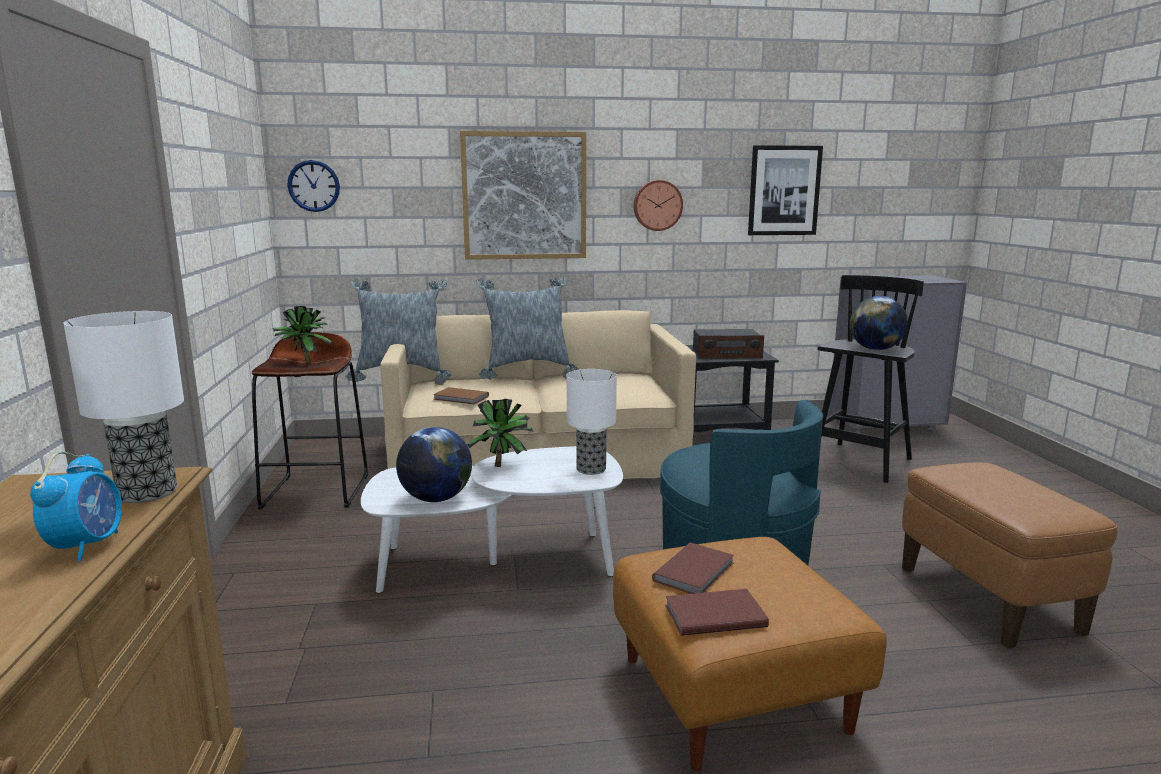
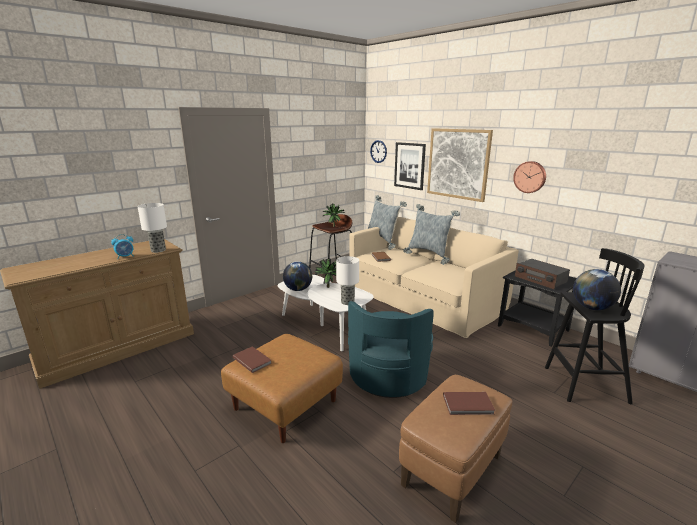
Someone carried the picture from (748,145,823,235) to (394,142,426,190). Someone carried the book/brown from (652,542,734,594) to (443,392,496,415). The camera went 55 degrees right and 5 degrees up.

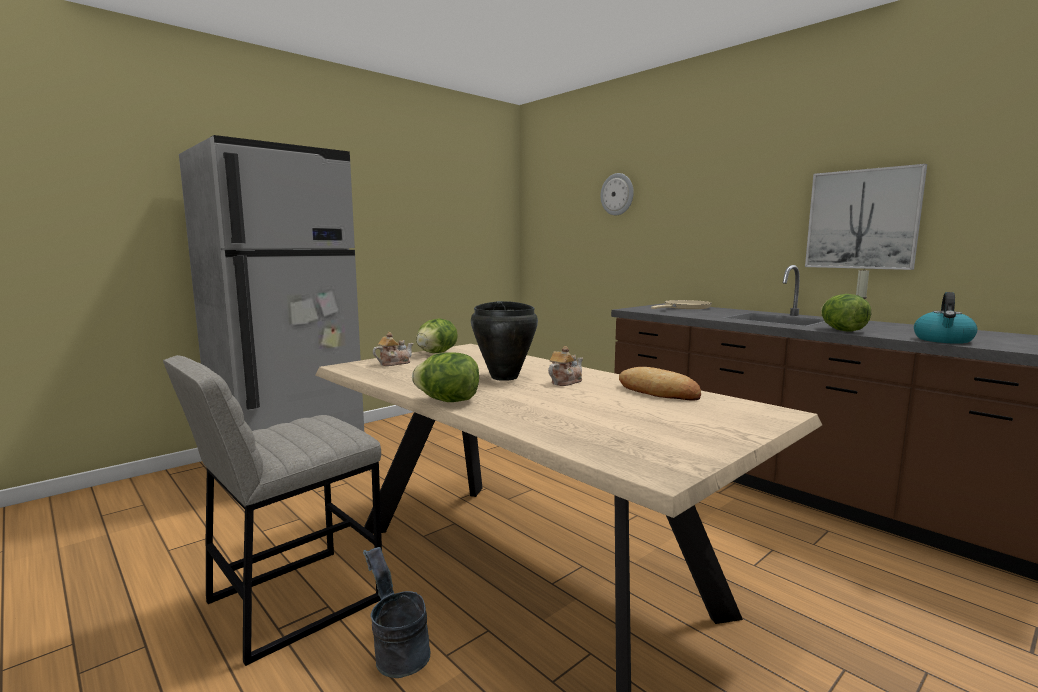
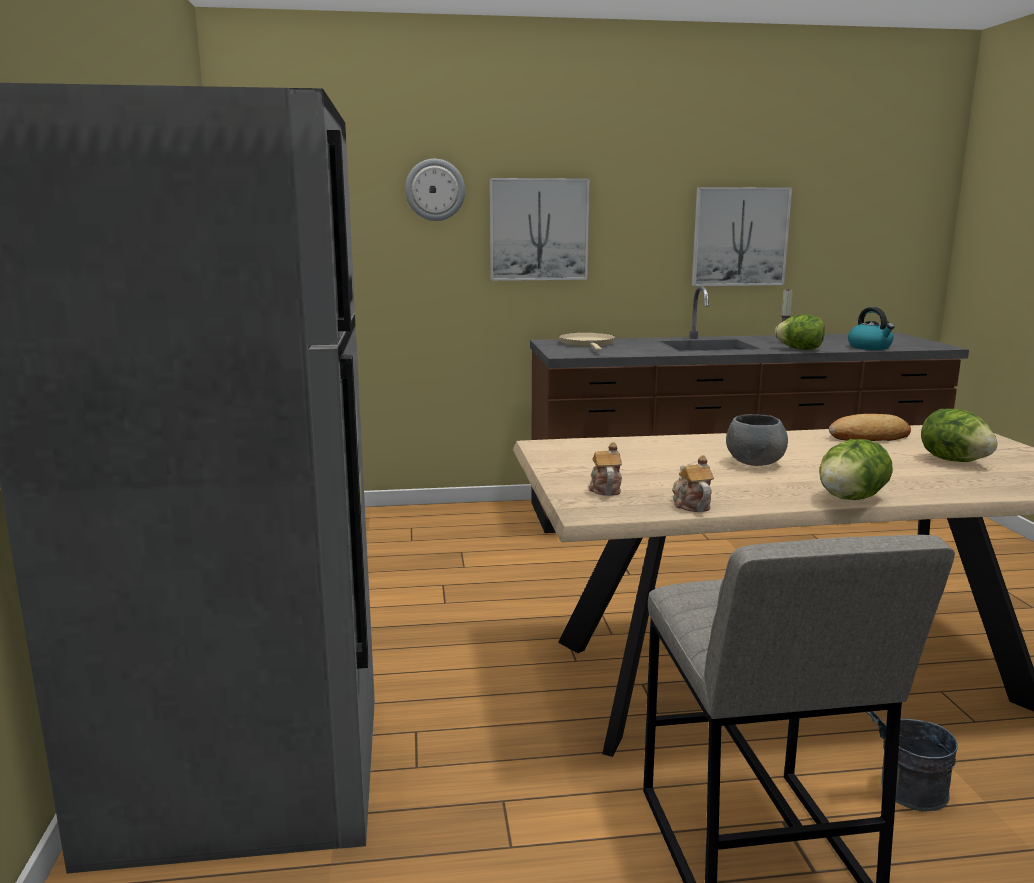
Someone swapped the cooking pot/black at (471,301,538,381) for the bowl/grey at (726,414,788,466). Someone carried the lettuce from (416,318,458,353) to (921,409,998,462). Someone carried the teapot from (548,346,583,386) to (672,455,714,512). Someone put up the picture at (490,178,590,281). The camera went 55 degrees left and 5 degrees up.

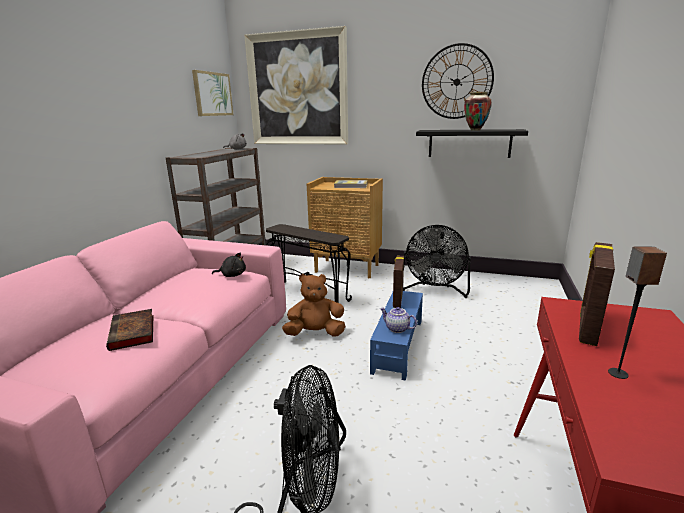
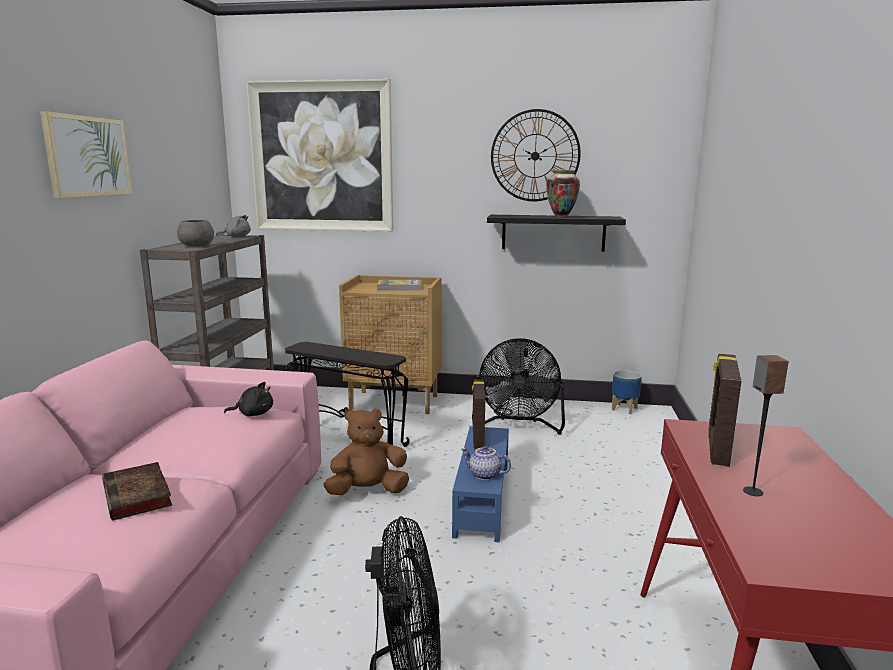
Someone carried the picture from (192,70,233,116) to (40,111,132,198). Someone put down the bowl/grey at (177,220,214,246). Someone put down the planter at (612,370,642,414). The camera went 10 degrees left and 5 degrees down.

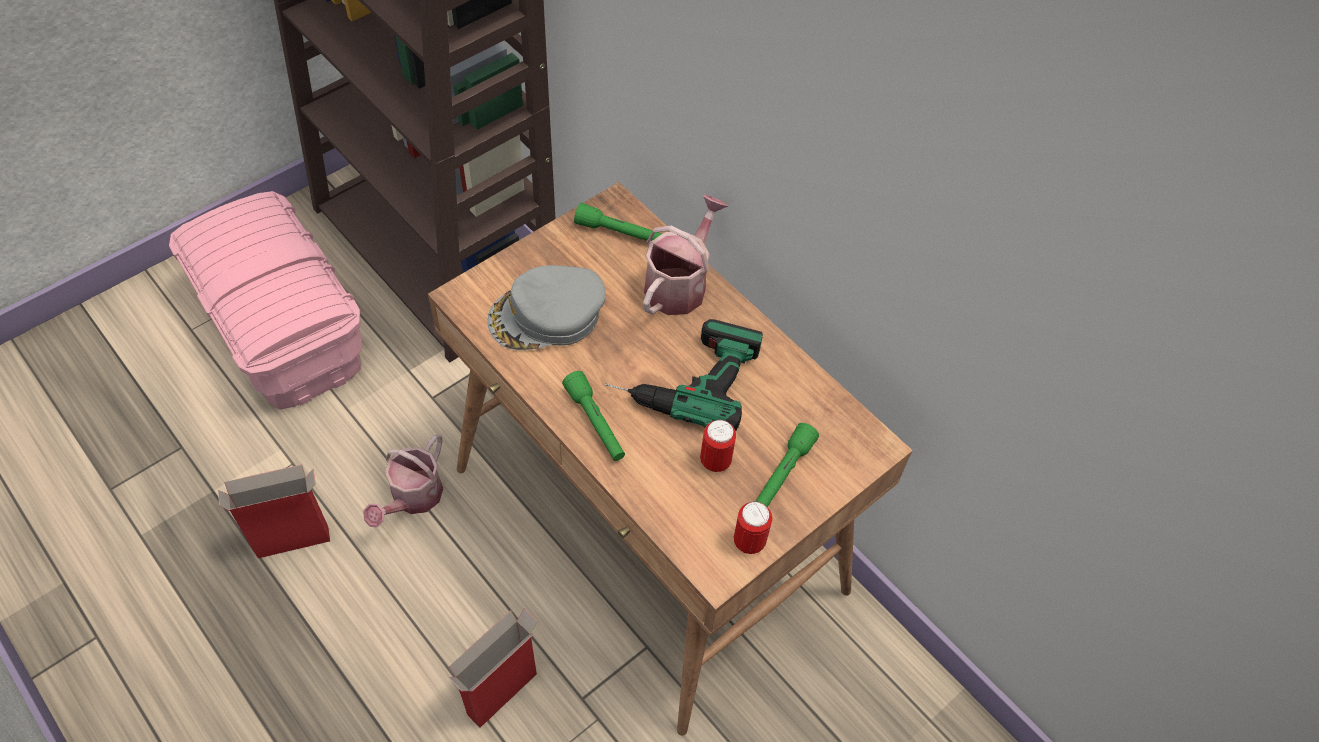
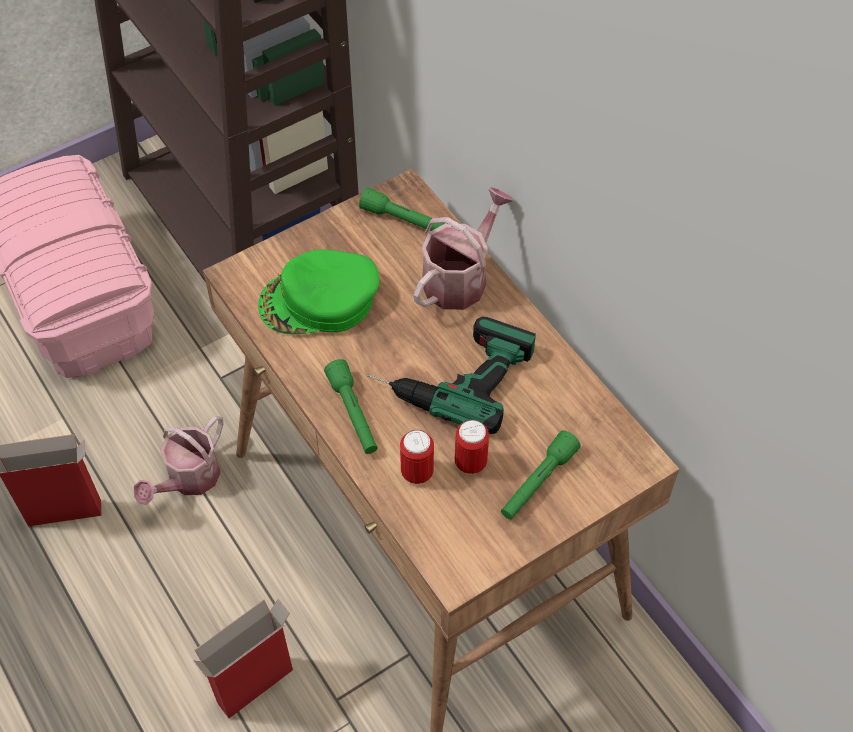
Someone repainted the cap/grey at (487,265,606,350), which became the cap/green at (258,250,379,334). Someone carried the can from (733,501,772,554) to (400,430,434,484). The camera went 10 degrees right and 0 degrees up.

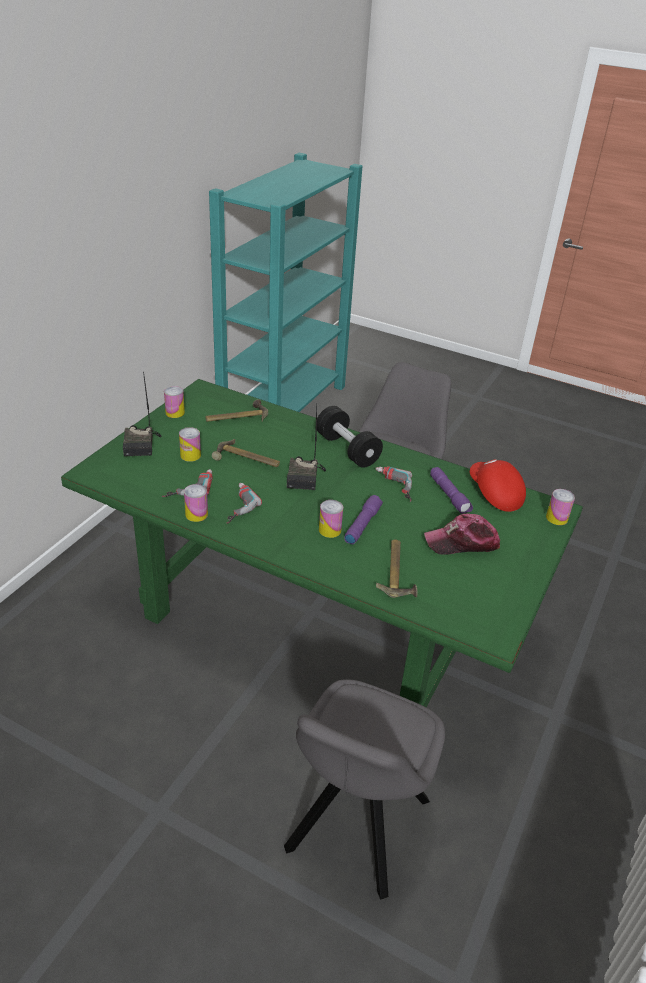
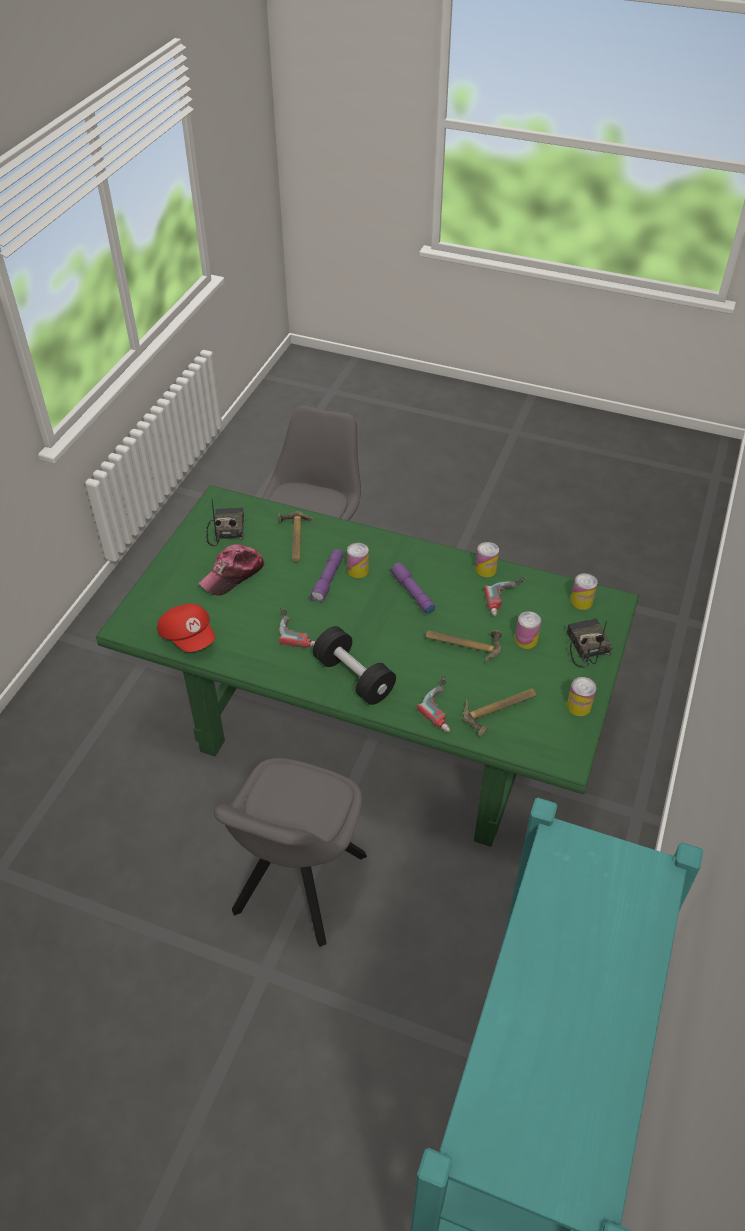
Someone carried the radio from (287,405,326,490) to (206,501,244,546). Someone carried the flashlight/purple from (430,467,473,514) to (390,562,435,614). Someone carried the power drill from (227,483,262,524) to (417,675,450,732). Someone carried the can from (546,489,575,525) to (571,573,597,610). Someone rotated the cap at (424,514,500,555) by 150 degrees clockwise. The camera went 175 degrees right and 10 degrees up.

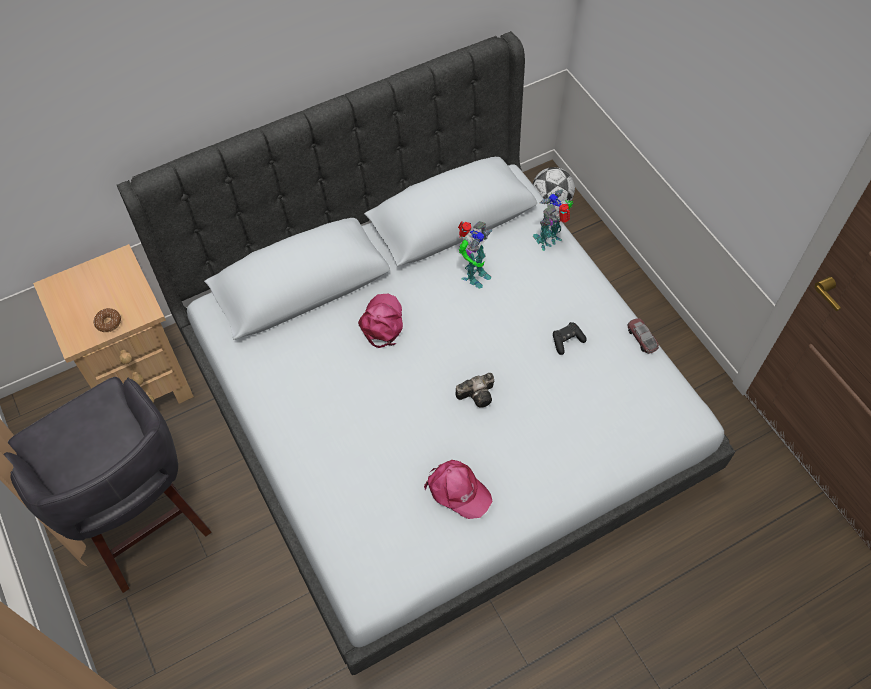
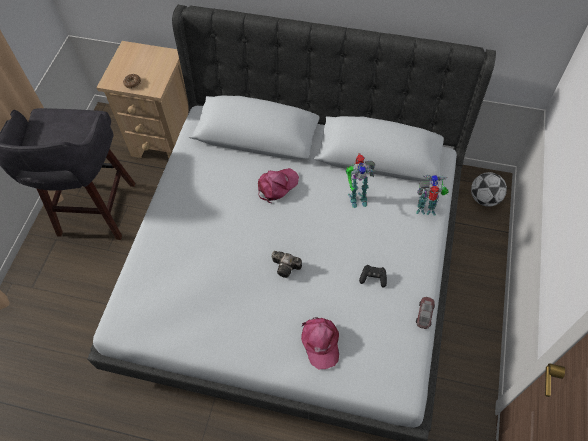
Someone carried the cap/pink from (424,460,492,519) to (301,317,339,369). The camera went 45 degrees right and 0 degrees up.

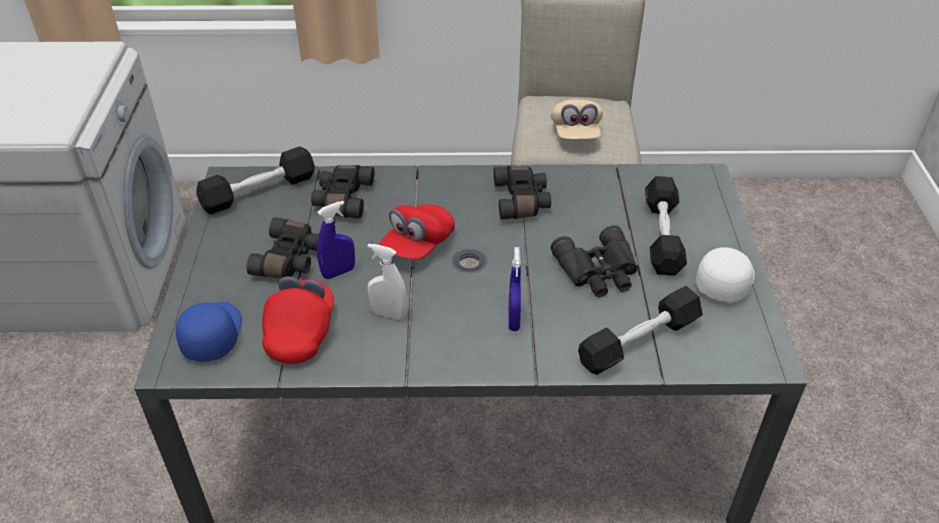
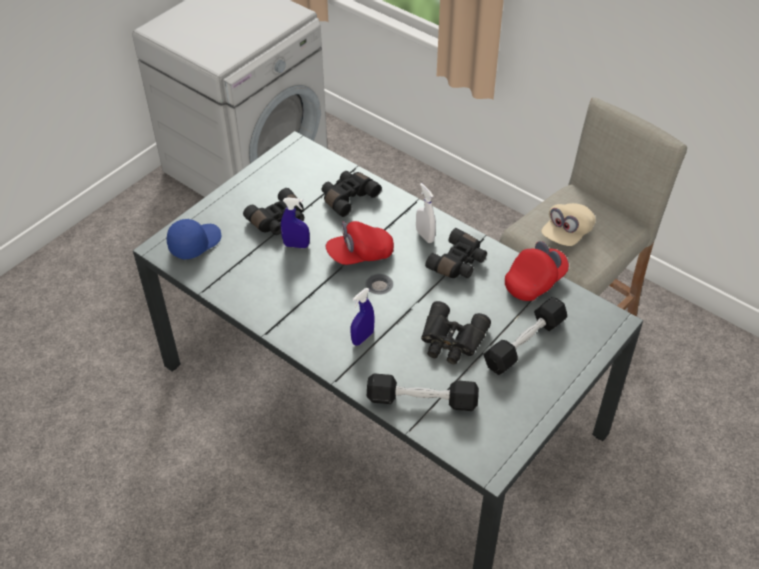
Someone took away the dumbbell/black at (196,146,315,214). Someone carried the spray bottle/white from (367,244,407,320) to (416,183,436,243). Someone took away the cap/white at (696,247,755,303). Someone carried the cap/red from (262,277,334,364) to (505,241,569,301). The camera went 40 degrees right and 5 degrees up.

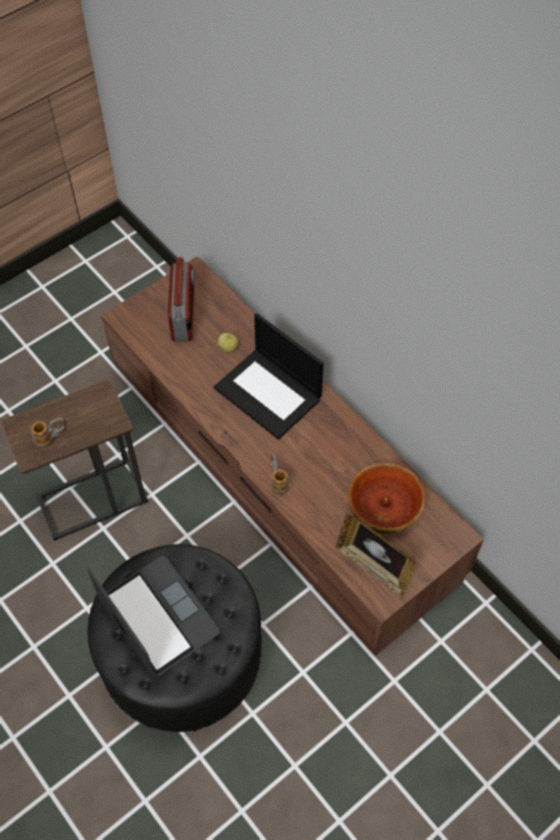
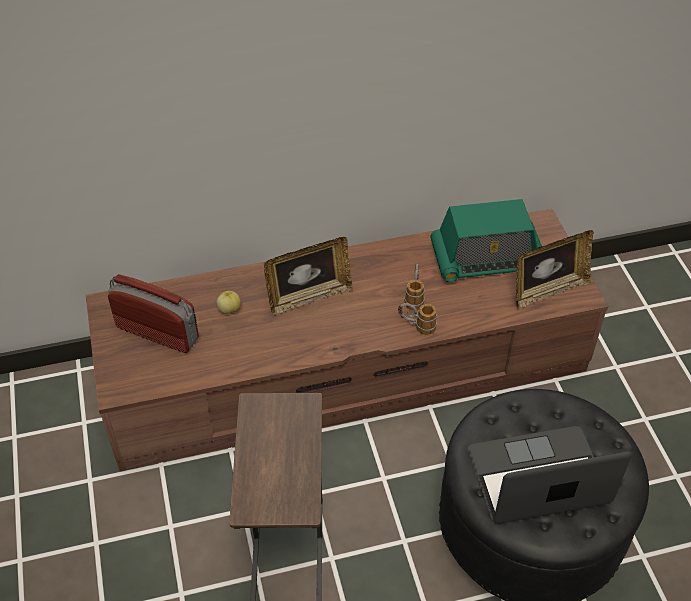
Someone swapped the laptop at (214,313,324,440) for the picture frame at (264,237,353,315). Someone carried the mug from (31,418,67,448) to (404,263,425,310). Someone swapped the bowl at (348,463,425,535) for the radio at (430,199,542,282). The camera went 65 degrees left and 10 degrees down.

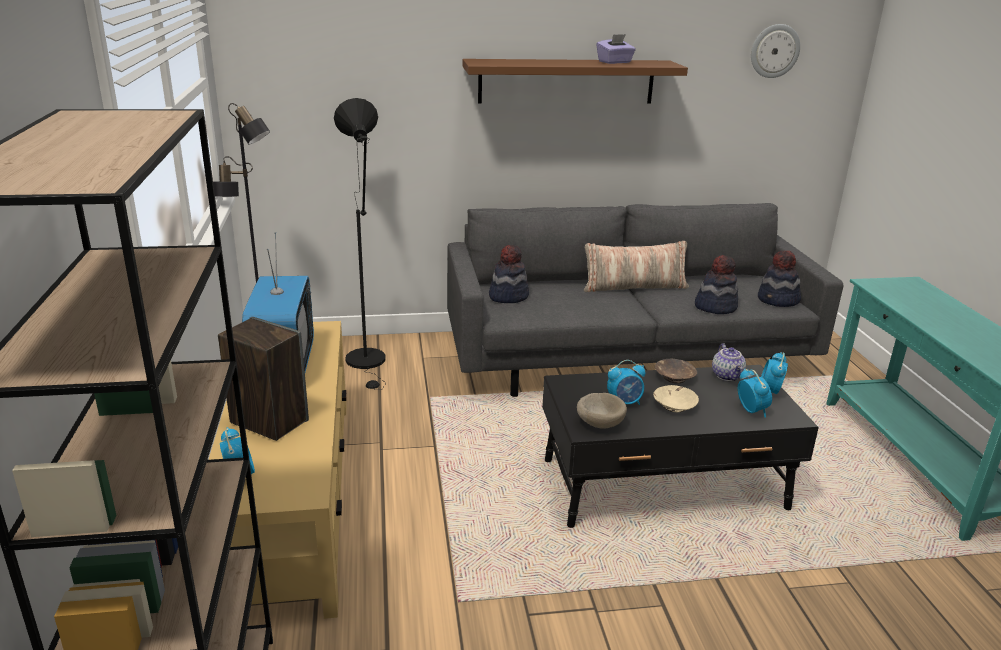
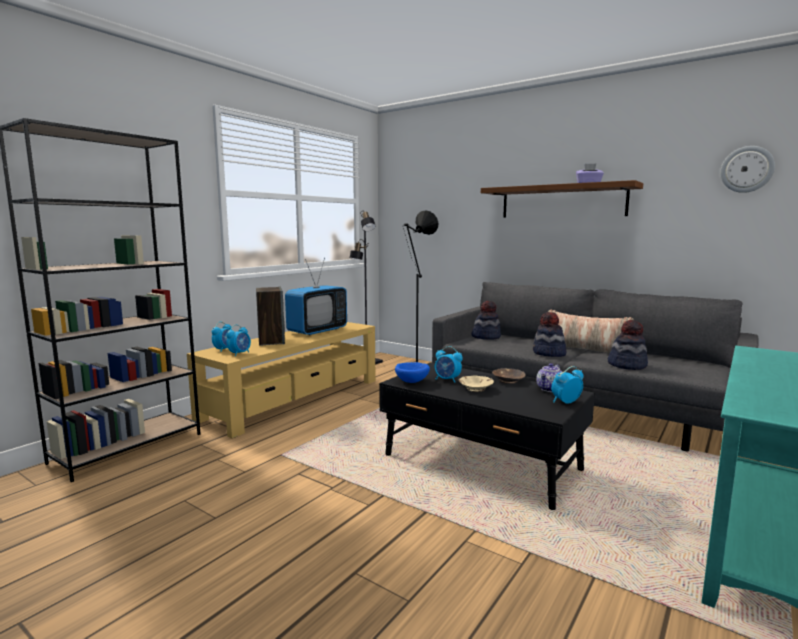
Someone carried the hat from (758,250,801,307) to (533,312,566,357). Someone carried the alarm clock from (738,369,772,417) to (226,325,251,356). Someone repainted the bowl/beige at (577,393,627,429), which became the bowl/blue at (395,362,430,383). The camera went 45 degrees right and 15 degrees down.

